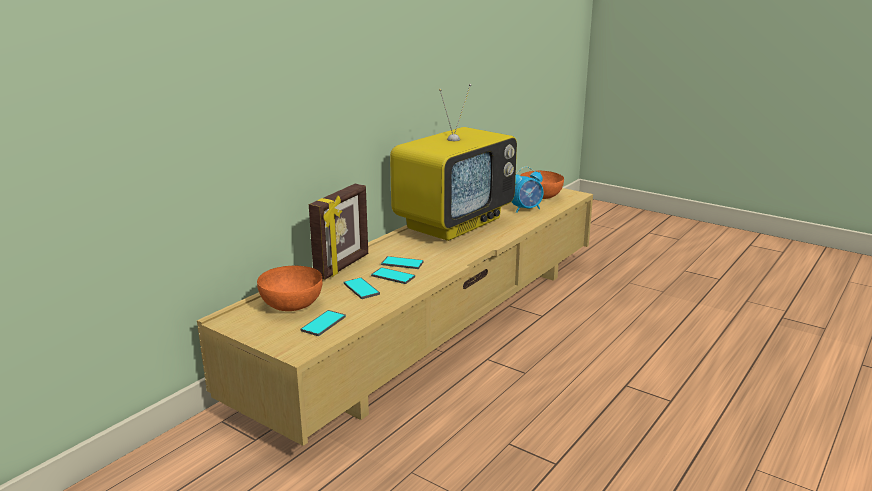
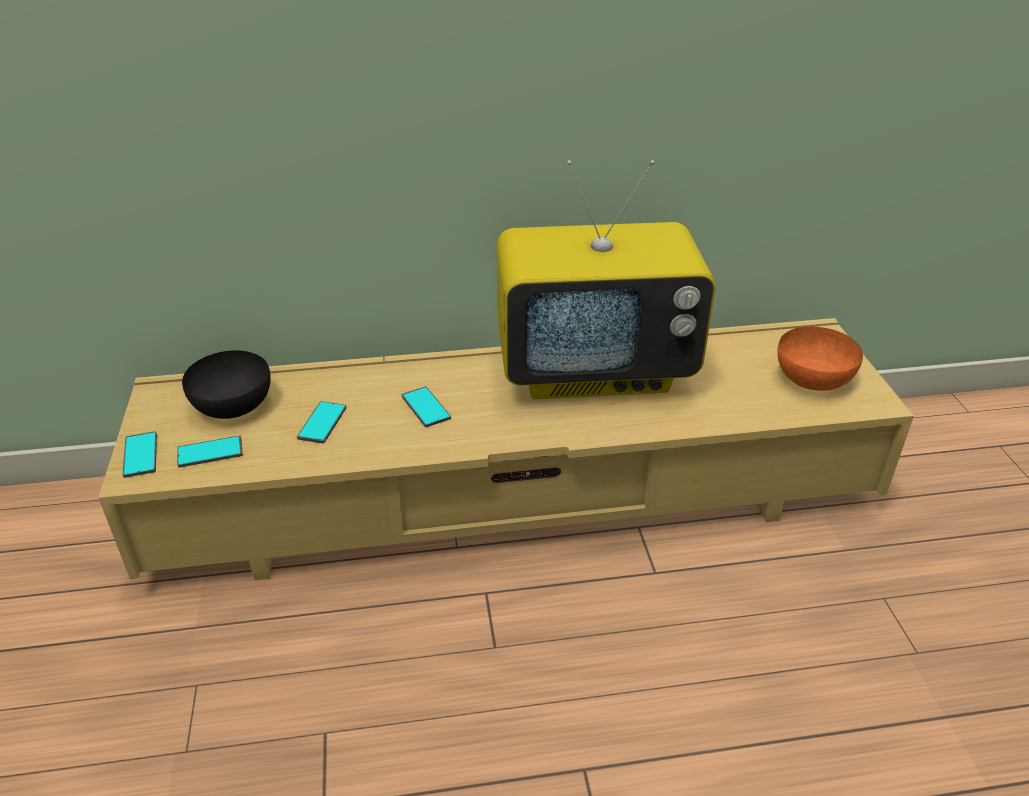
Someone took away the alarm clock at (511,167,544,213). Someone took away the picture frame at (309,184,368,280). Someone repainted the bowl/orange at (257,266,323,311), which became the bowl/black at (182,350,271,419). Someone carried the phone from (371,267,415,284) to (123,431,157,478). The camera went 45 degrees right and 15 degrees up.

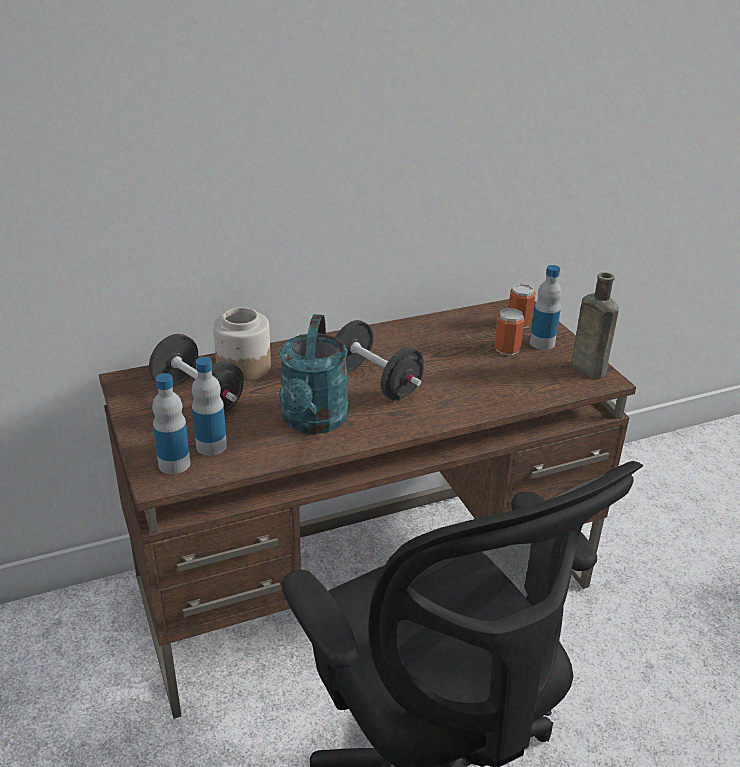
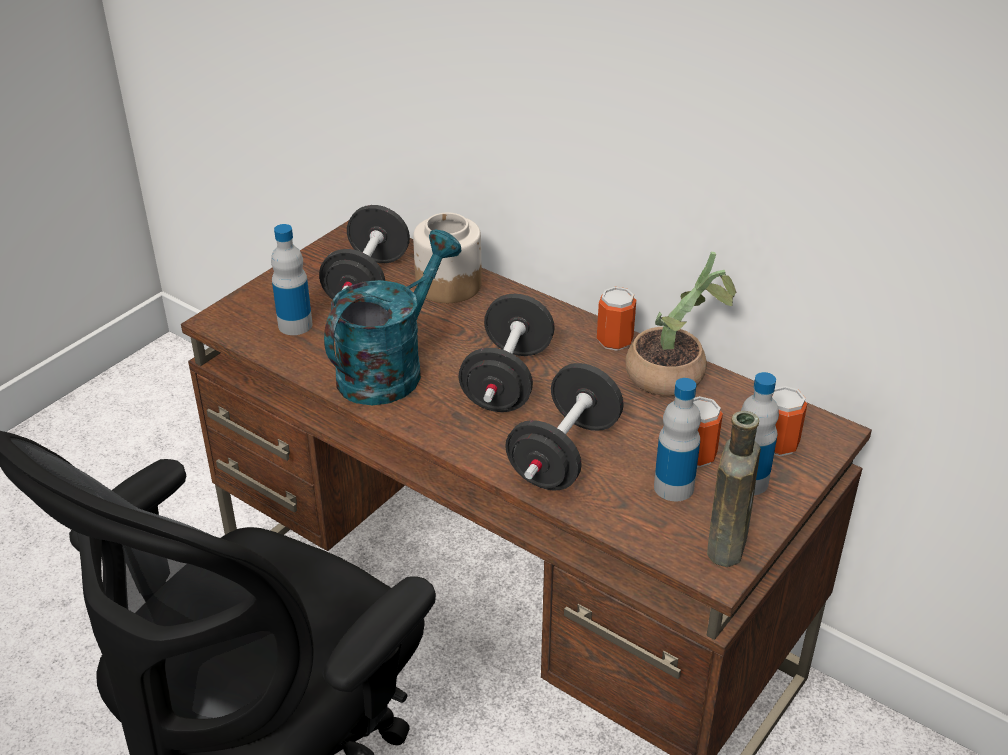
Someone rotated the watering can/turquoise at (279,314,349,434) by 150 degrees clockwise. Someone carried the bottle from (152,373,190,474) to (654,378,701,501). Someone put down the potted plant at (625,252,736,396). Someone put down the can at (597,287,636,351). Someone put down the dumbbell/black at (505,363,623,491). The camera went 60 degrees right and 5 degrees up.

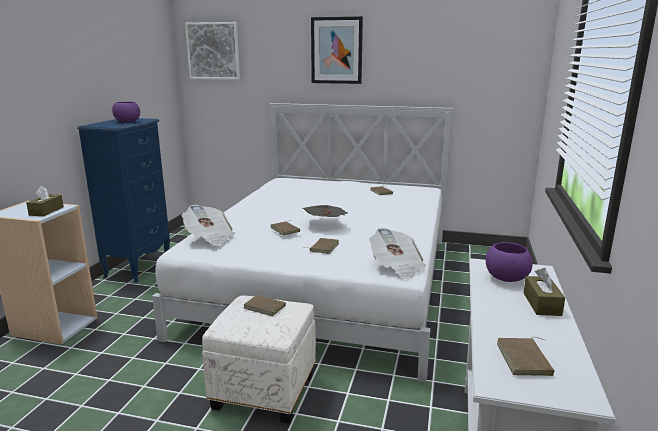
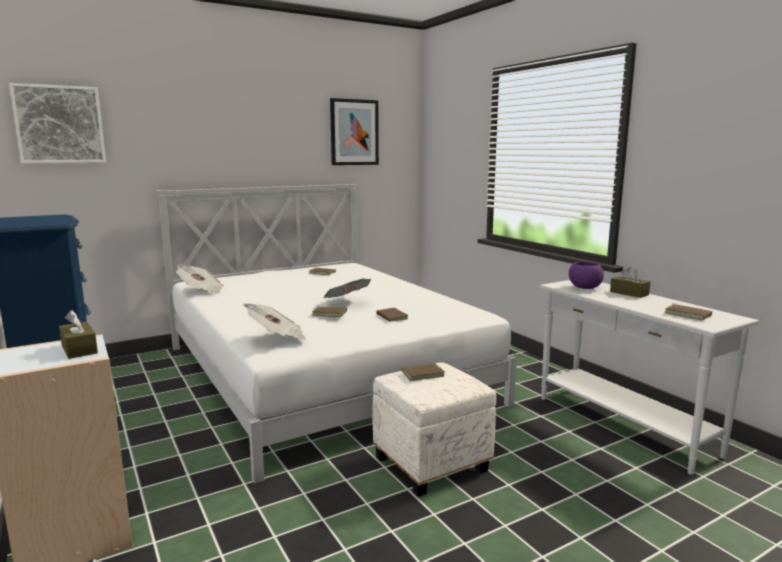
Someone carried the picture from (311,16,363,84) to (330,98,379,165). Someone took away the bowl/purple at (112,102,140,122). Someone carried the newspaper from (369,228,426,279) to (176,265,224,294). The camera went 45 degrees left and 5 degrees down.

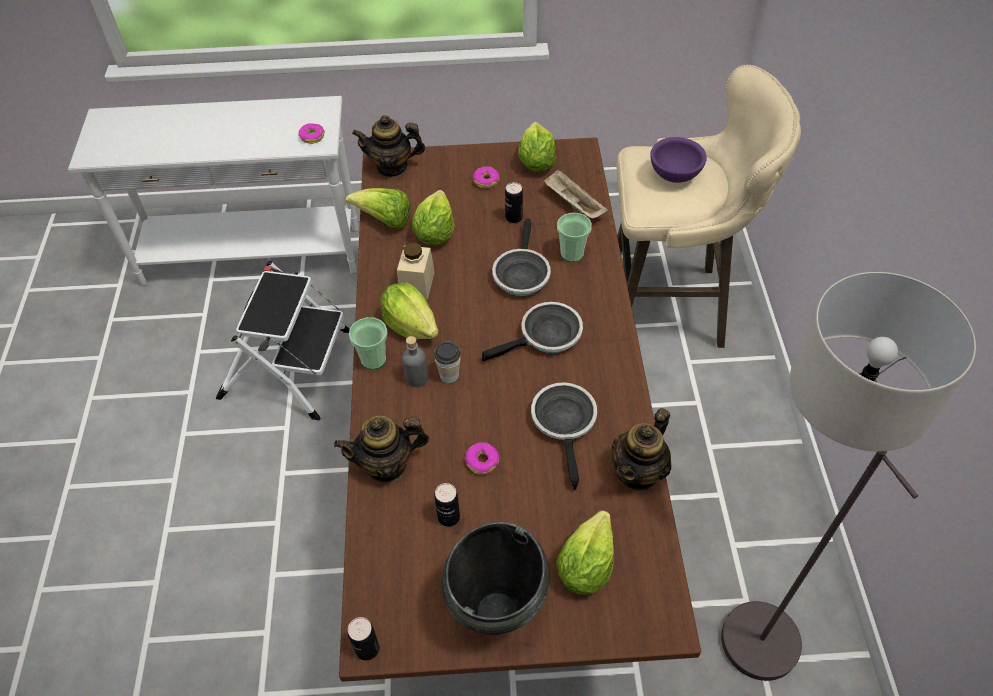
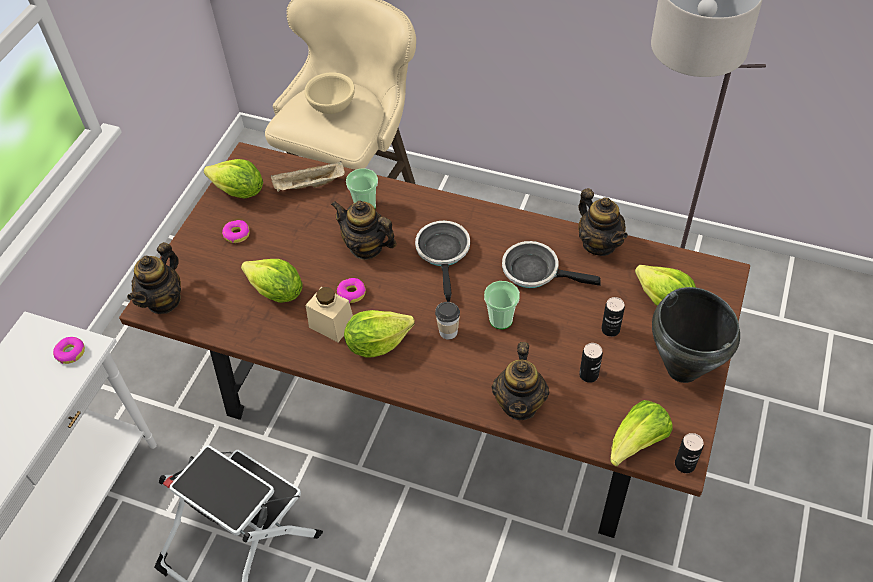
Someone repainted the bowl/purple at (650,137,707,183), which became the bowl/beige at (304,72,355,114). Someone carried the can from (505,182,523,223) to (601,297,625,337). Someone carried the lettuce from (346,188,411,229) to (610,400,673,466). Someone swapped the frying pan at (492,219,551,296) for the teapot at (331,201,397,260). Someone carried the cup from (349,317,387,370) to (484,281,520,329). Someone took away the bottle/grey at (402,336,428,387). Someone carried the donut from (465,442,499,475) to (337,278,366,303). The camera went 65 degrees left and 0 degrees up.

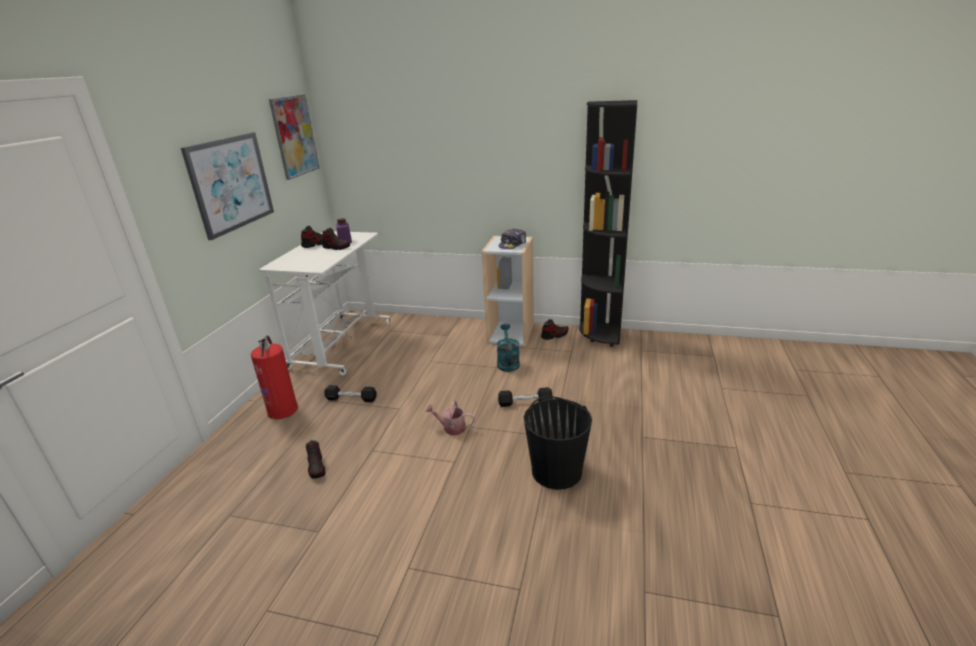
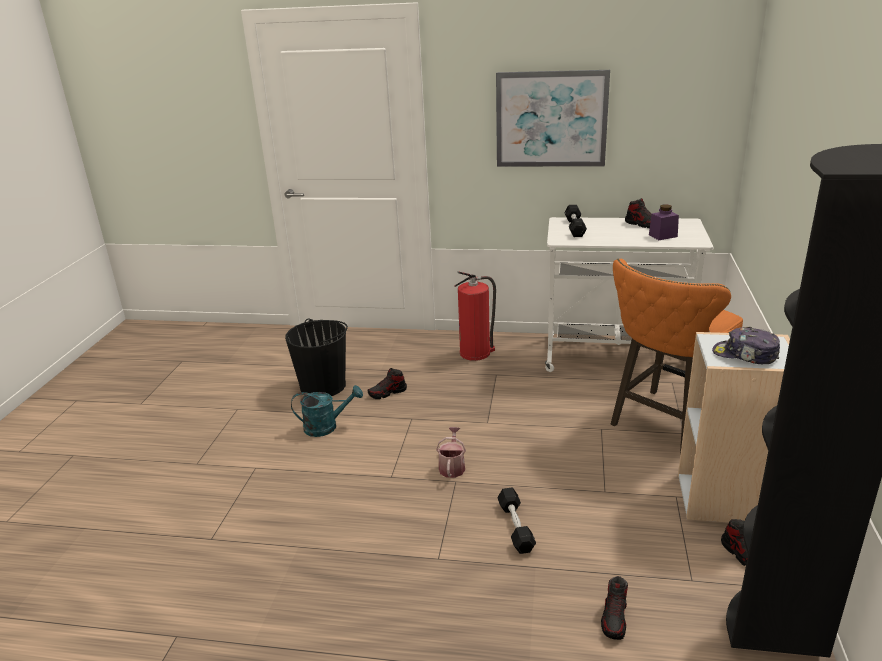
Someone took away the picture at (269,94,319,180). Someone carried the shoe from (322,228,350,250) to (601,576,628,640). Someone carried the watering can/turquoise from (497,323,520,372) to (291,385,363,437). Someone carried the dumbbell/black from (324,385,377,402) to (564,205,587,237). Someone carried the bucket/black from (524,396,592,490) to (285,319,348,396). Someone put down the stool/orange at (611,259,743,454). The camera went 85 degrees right and 0 degrees up.

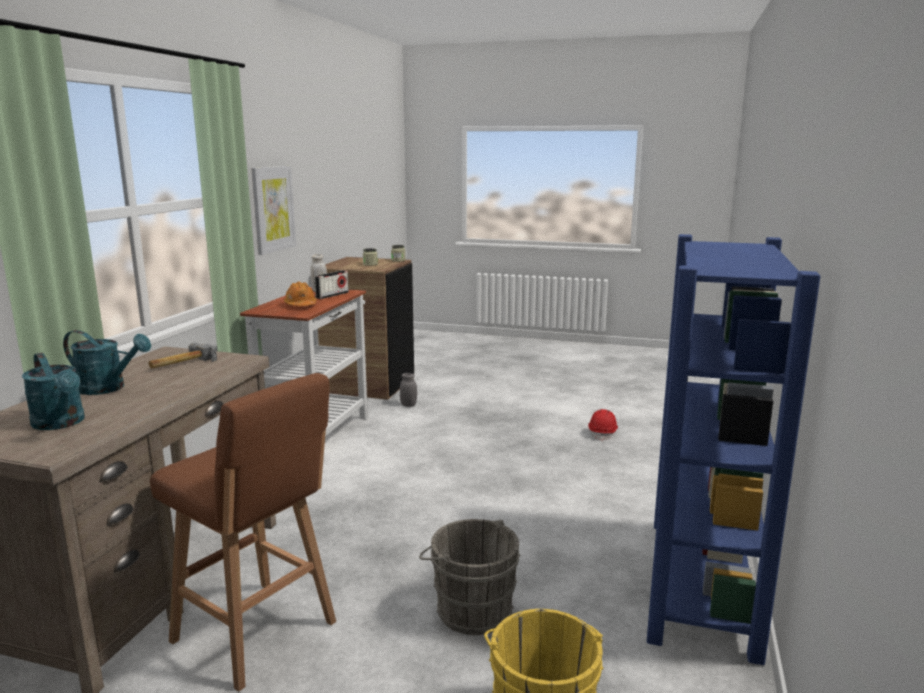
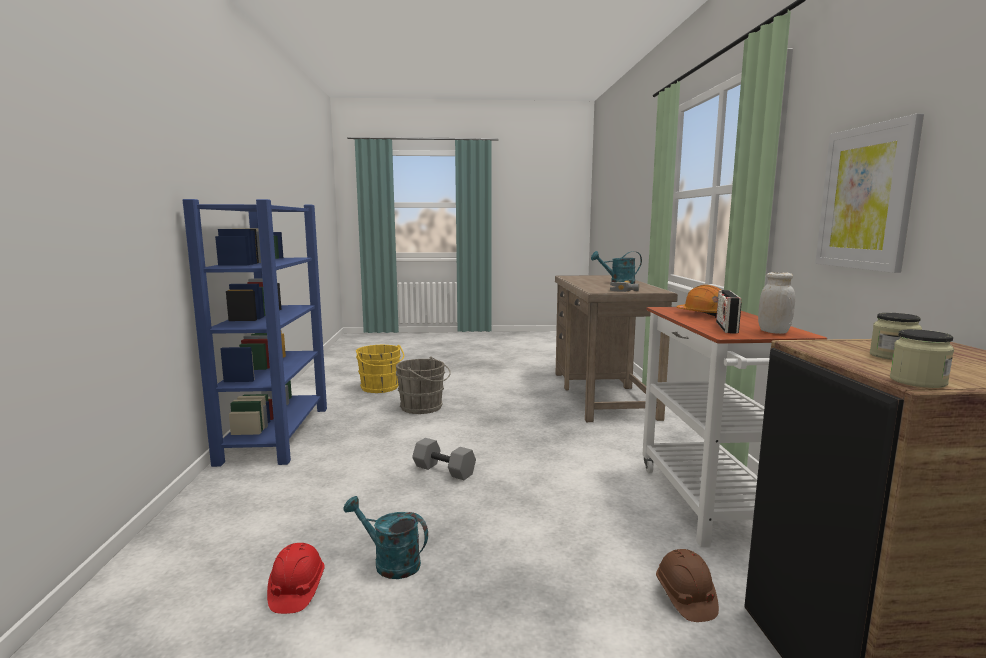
Someone carried the watering can/turquoise from (22,353,85,430) to (343,496,428,579). Someone took away the stool/brown at (150,373,336,692). Someone swapped the jar/grey at (400,373,417,407) for the hard hat/brown at (656,549,719,622). Someone put down the dumbbell/grey at (412,438,476,480). The camera went 160 degrees right and 5 degrees down.

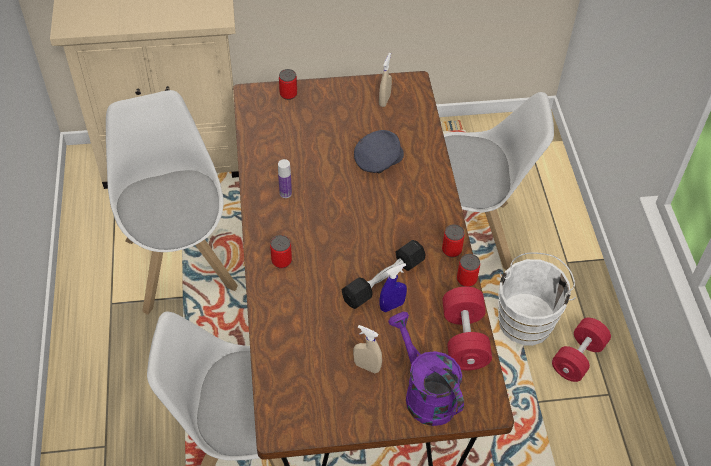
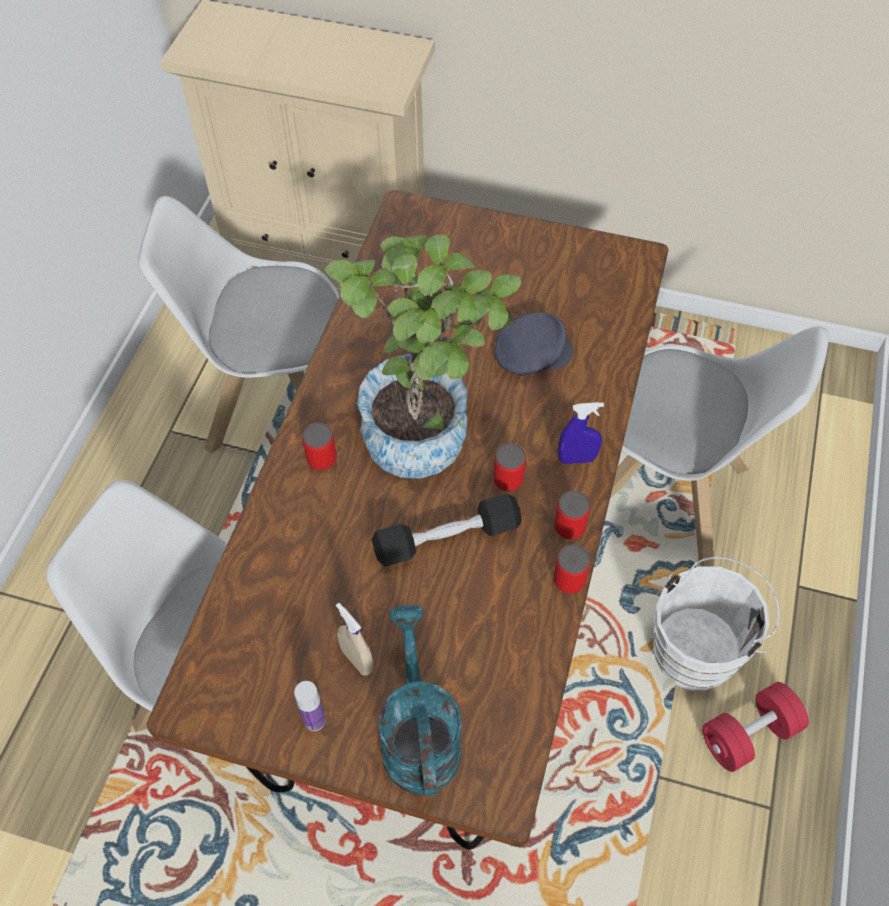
Someone took away the spray bottle/beige at (379,53,392,107). Someone carried the can from (279,69,297,100) to (493,443,526,492). Someone rotated the chair at (106,90,238,315) by 90 degrees counterclockwise. Someone carried the bottle from (278,159,292,198) to (294,681,326,731). Someone carried the spray bottle/blue from (380,263,407,312) to (558,402,604,464). Someone took away the dumbbell/red at (443,287,492,370). Someone repainted the watering can/purple at (388,312,464,426), which became the watering can/turquoise at (378,605,462,796). Someone put down the potted plant at (325,235,521,479). The camera went 25 degrees right and 5 degrees up.

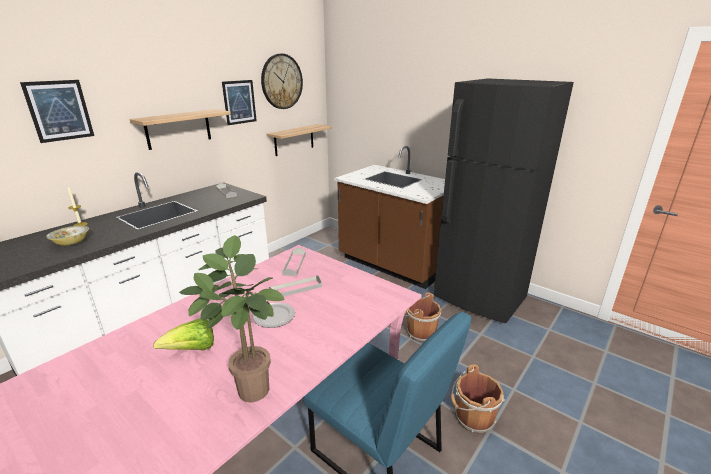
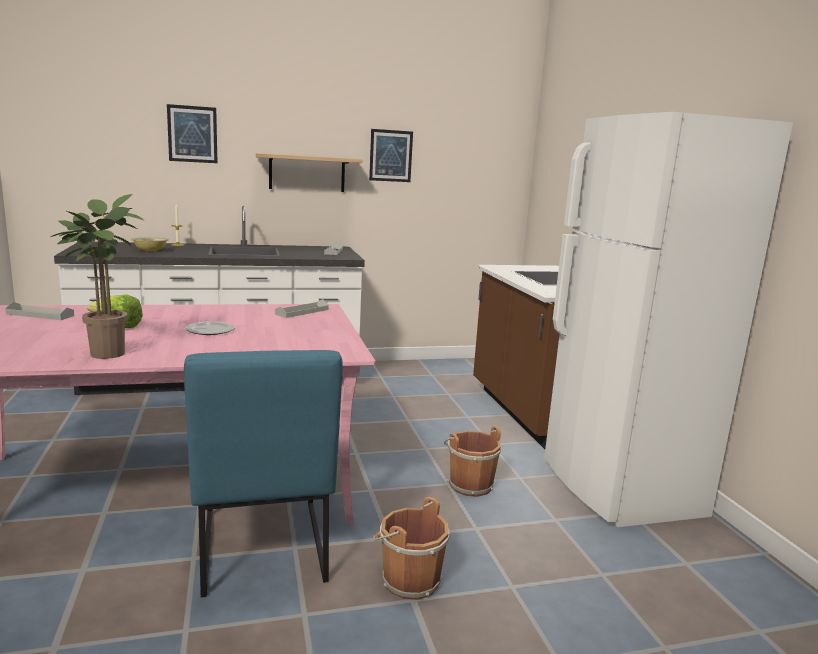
Someone took away the wall clock at (261,54,303,109). Someone repainted the fridge/black at (434,78,574,323), which became the fridge/white at (544,112,793,527). Someone took away the shelf at (267,124,332,156). Someone carried the tray/grey from (269,275,322,297) to (5,302,74,320). The camera went 35 degrees right and 10 degrees down.

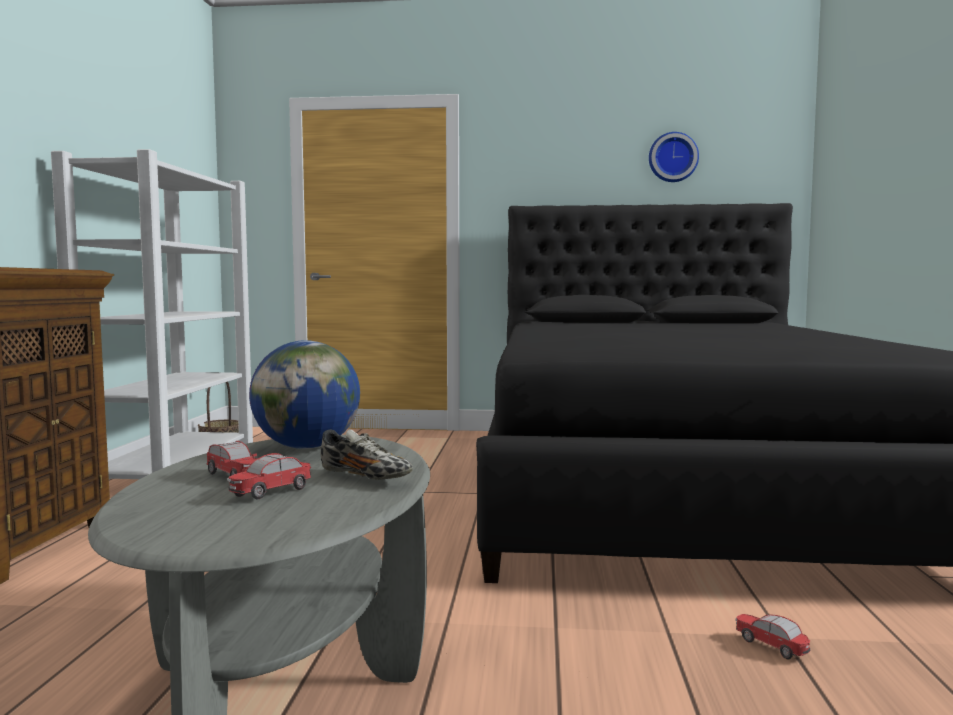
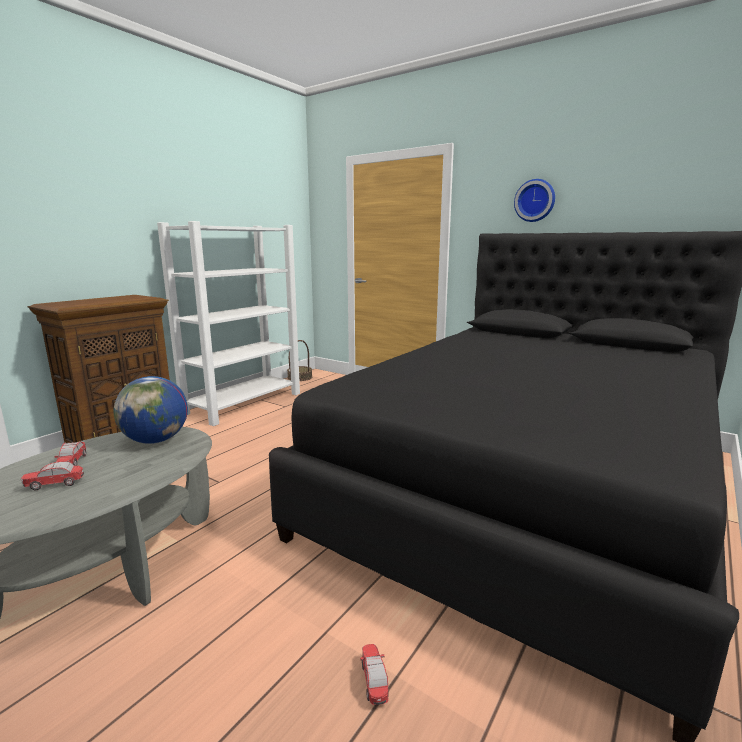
Someone carried the wall clock from (649,132,699,182) to (514,179,555,222). Someone took away the shoe at (321,429,413,480). The camera went 30 degrees right and 10 degrees up.

